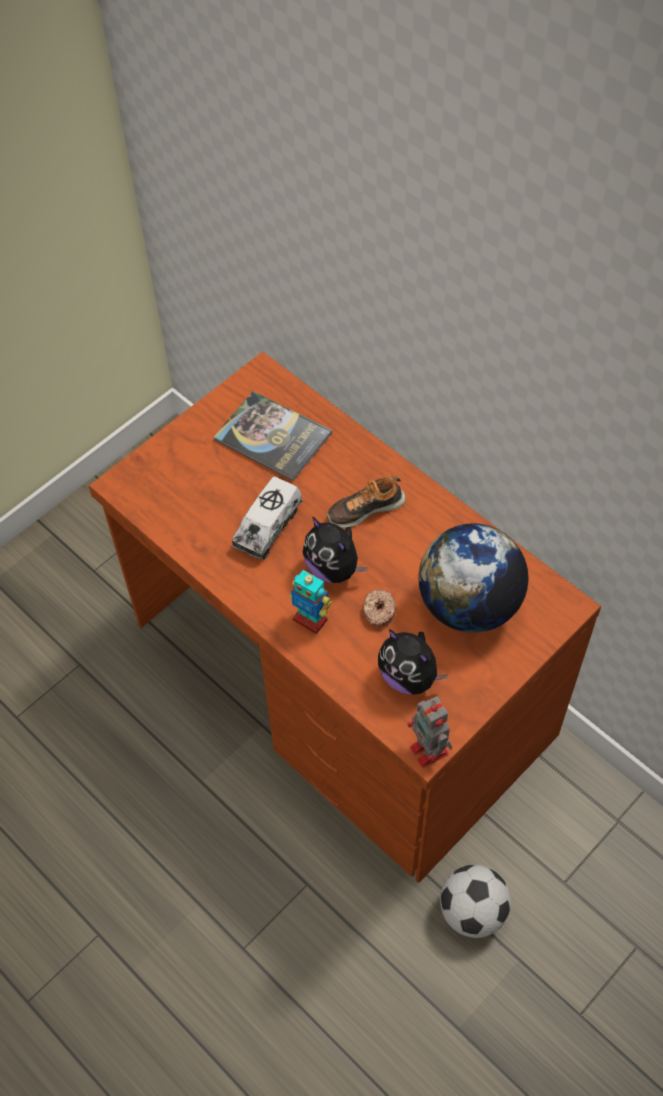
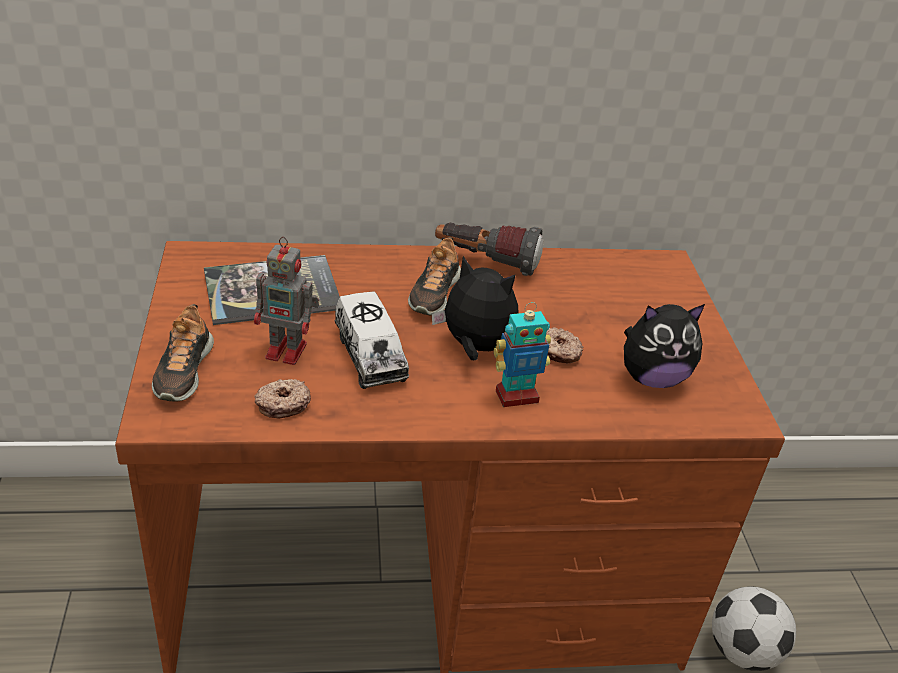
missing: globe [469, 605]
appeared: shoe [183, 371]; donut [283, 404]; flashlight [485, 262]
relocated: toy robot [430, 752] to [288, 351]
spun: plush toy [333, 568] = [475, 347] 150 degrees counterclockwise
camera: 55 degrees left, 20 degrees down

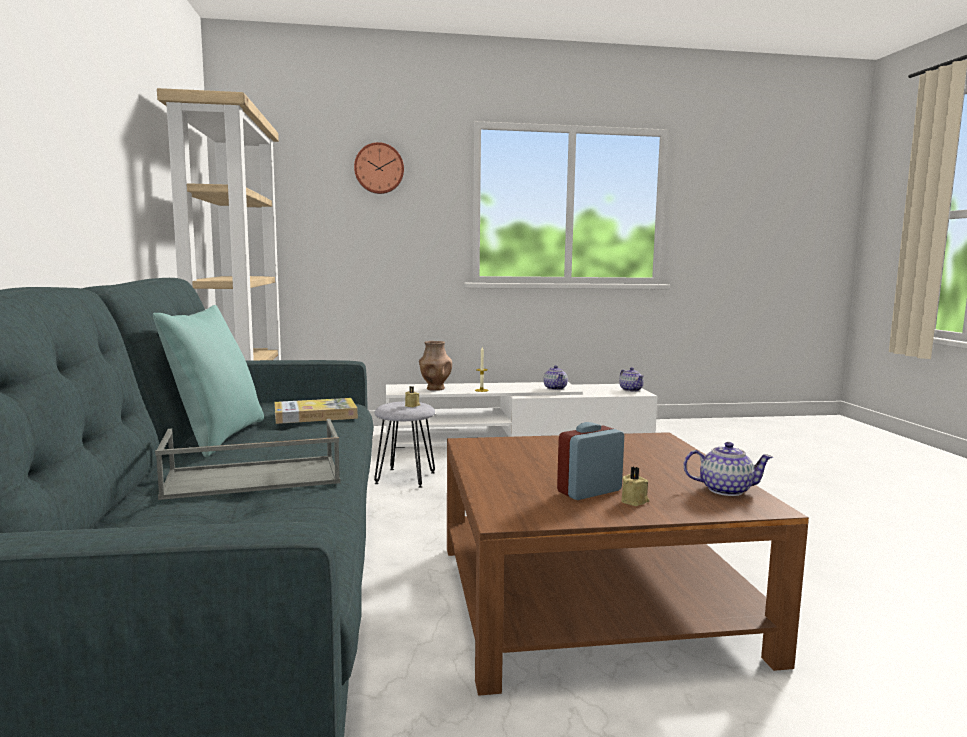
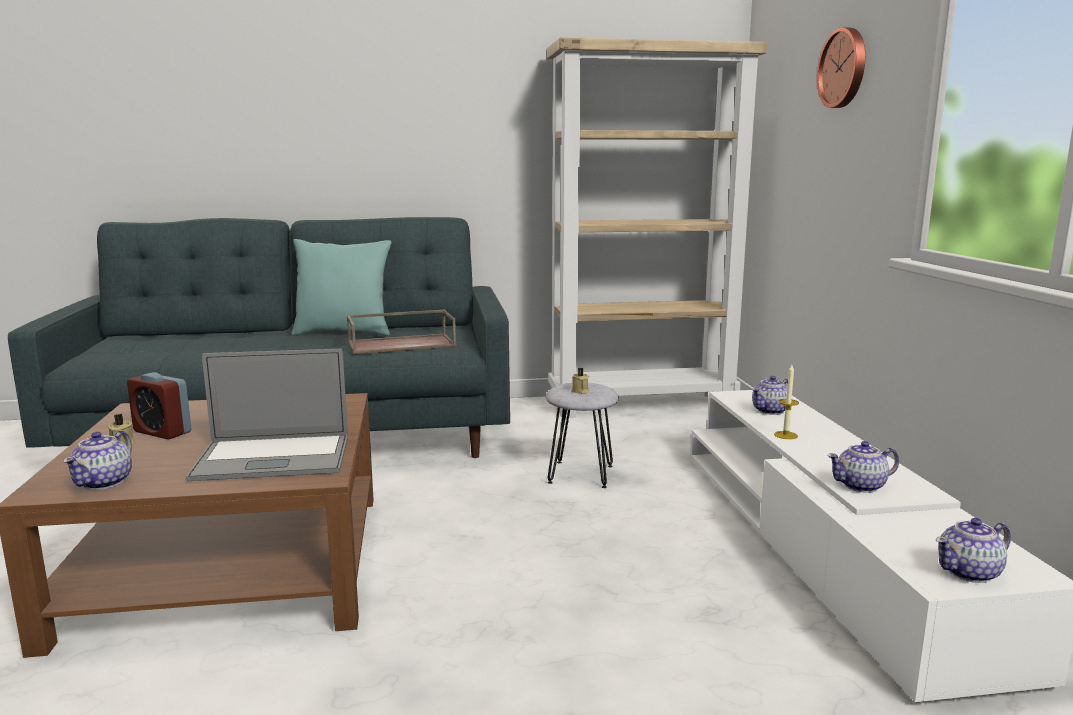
missing: grey tray [251, 478]
appeared: laptop [273, 458]
exchanged: book [315, 415] to brown tray [402, 344]; brown vase [435, 389] to teapot [771, 411]
spun: alarm clock [589, 491] = [162, 432] 150 degrees clockwise
camera: 90 degrees right, 5 degrees up

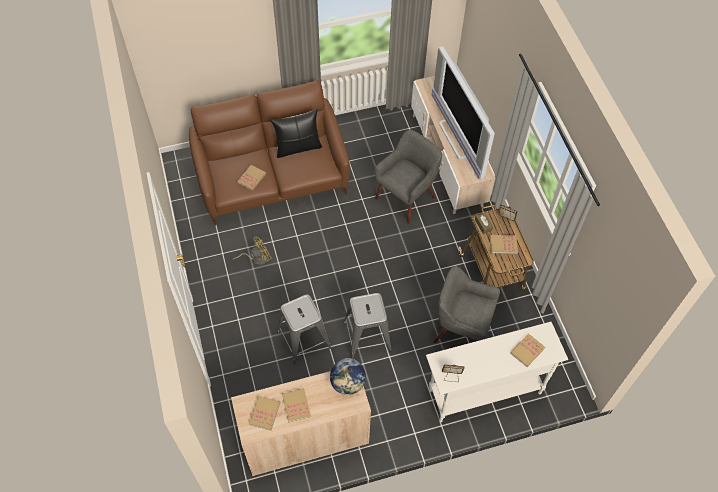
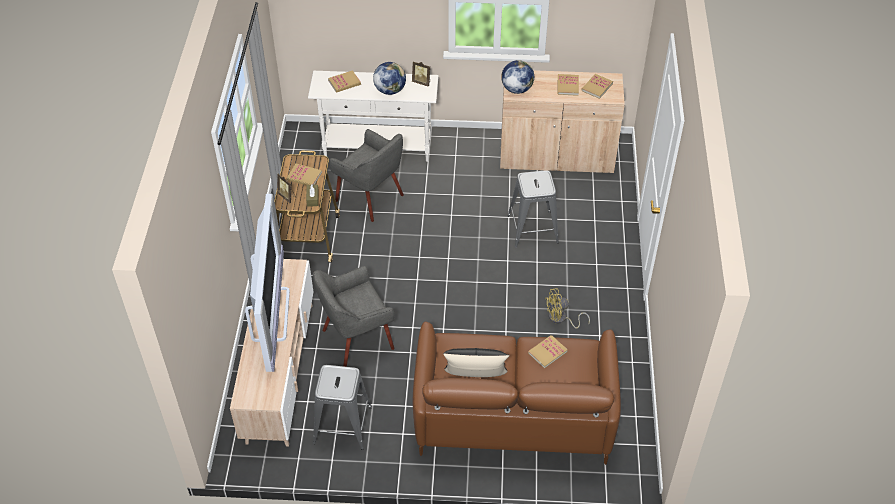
appeared: globe [390, 90]
relocated: grey stool [367, 336] to [342, 424]
camera: 160 degrees left, 10 degrees down

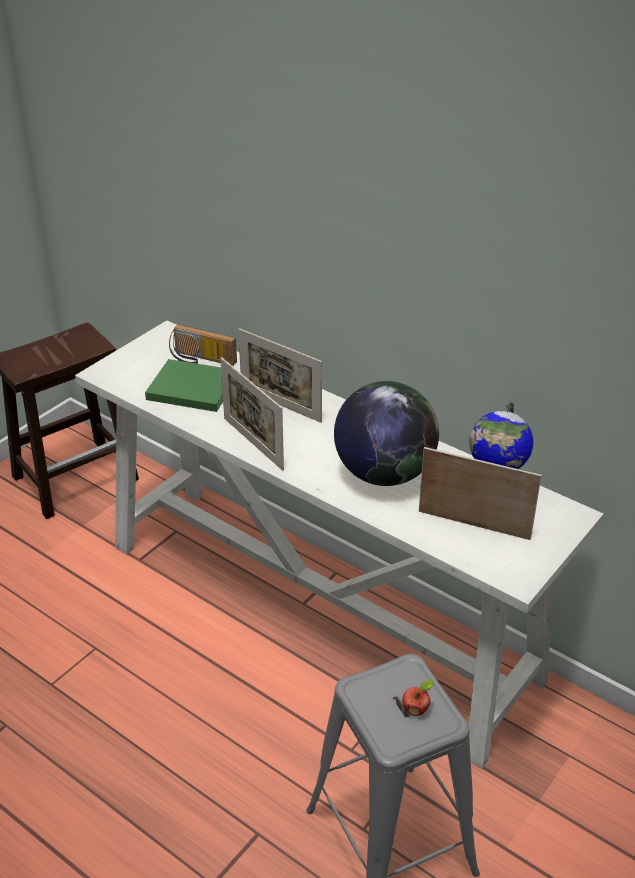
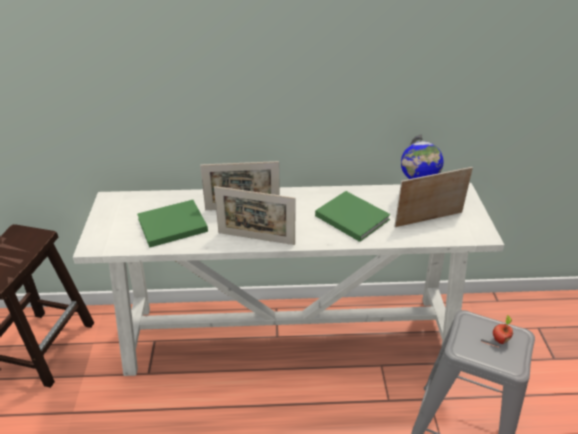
missing: radio [201, 360]
exchanged: globe [384, 473] to green book [350, 217]
camera: 40 degrees left, 0 degrees up

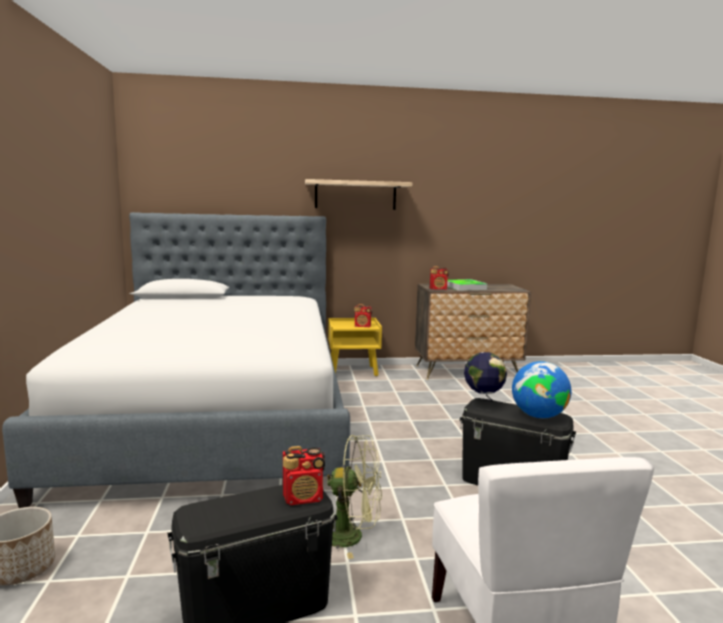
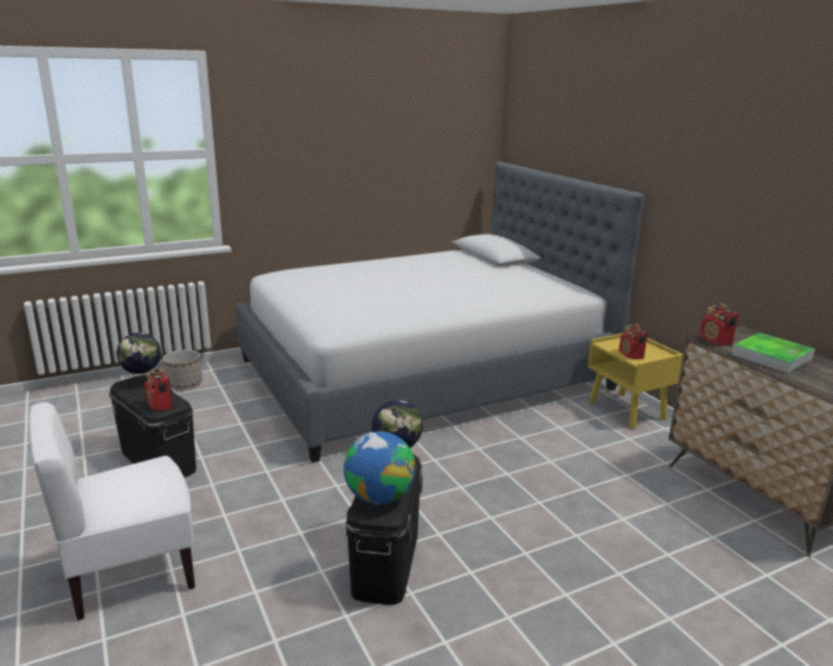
missing: shelf [355, 195]; green fan [352, 536]
appeared: globe [143, 382]
camera: 70 degrees right, 10 degrees up

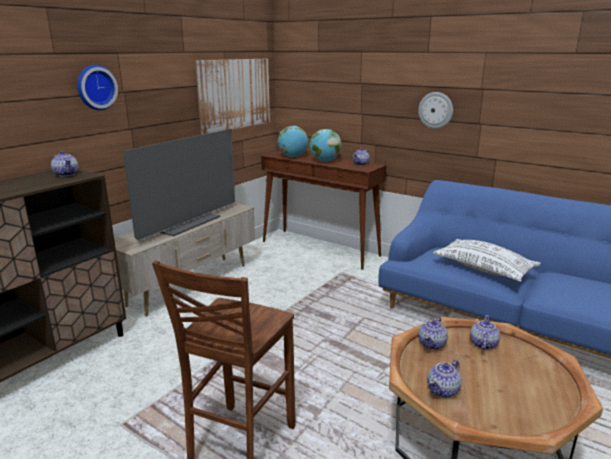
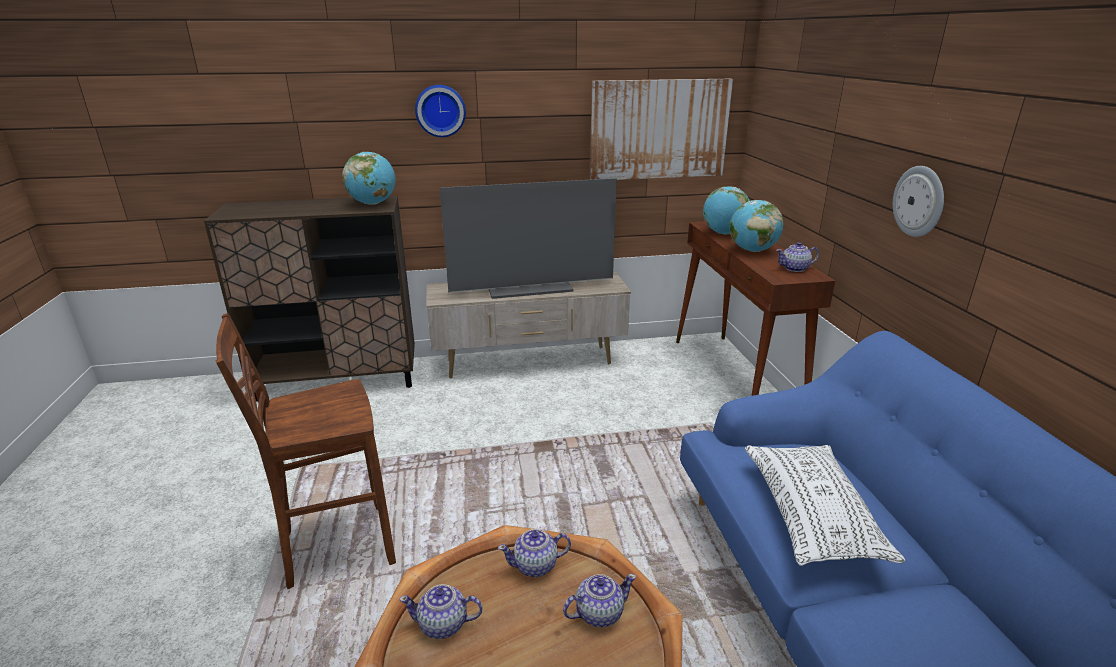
exchanged: teapot [66, 174] to globe [373, 203]
camera: 45 degrees right, 5 degrees up

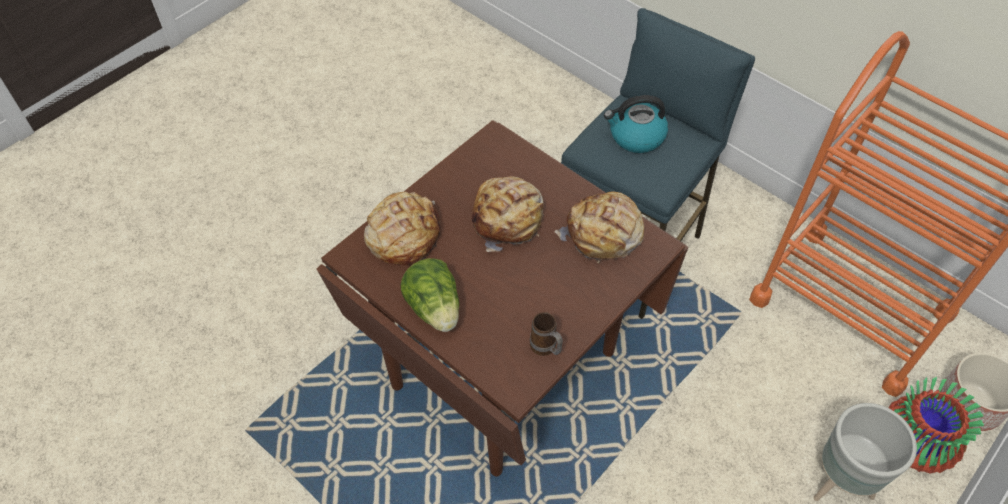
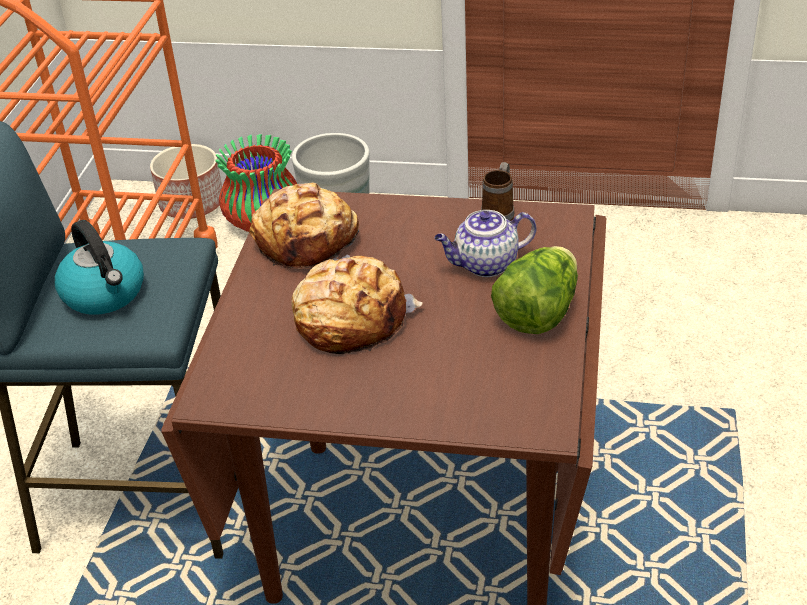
missing: bread [403, 235]
appeared: teapot [485, 265]
camera: 120 degrees left, 15 degrees down

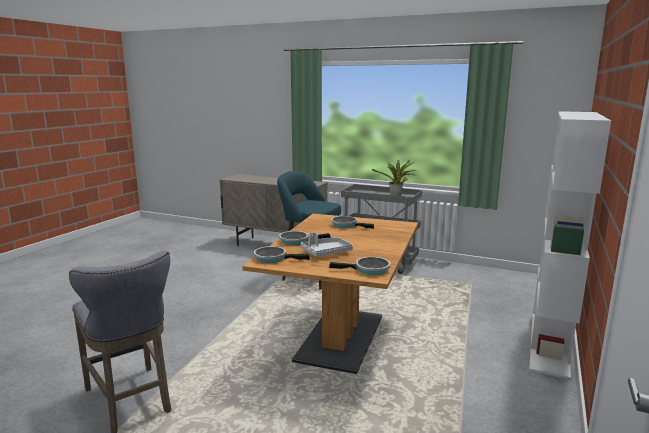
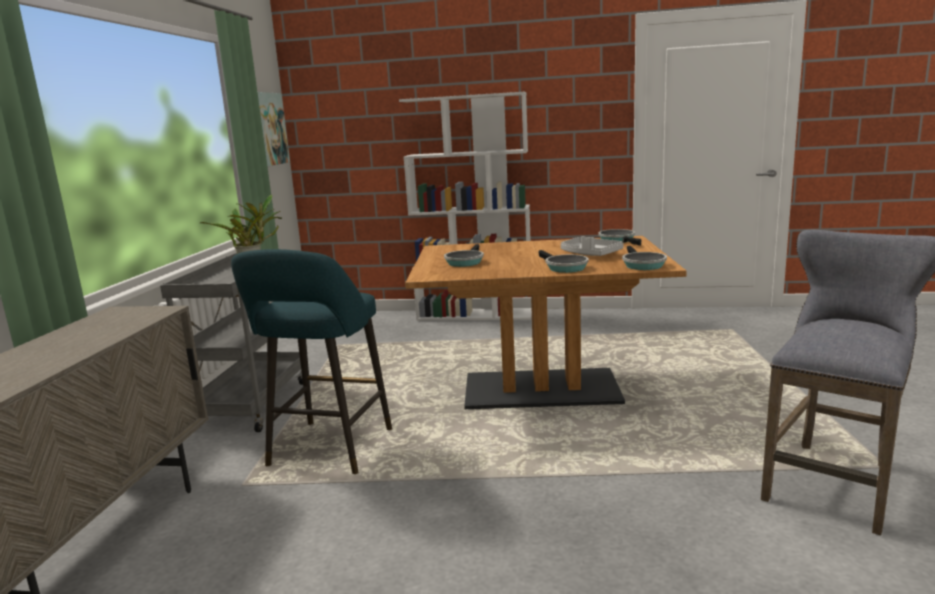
appeared: picture [269, 129]
camera: 105 degrees left, 0 degrees up

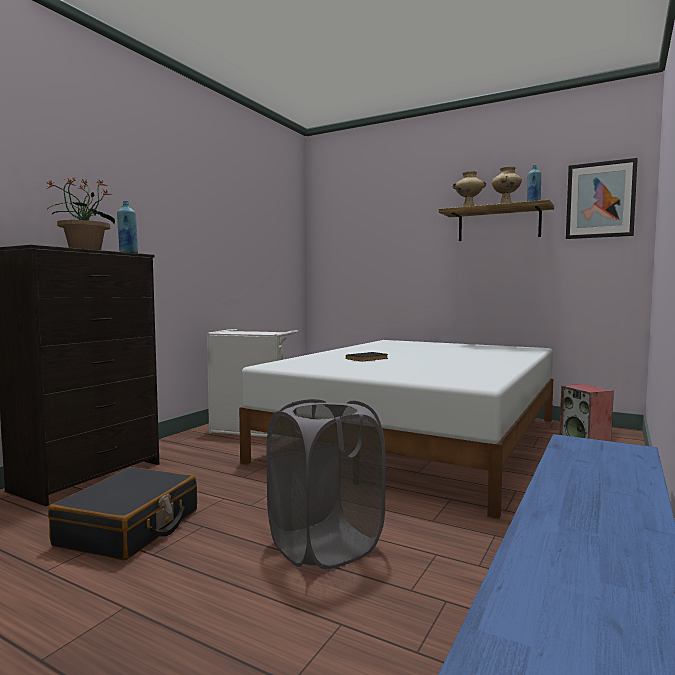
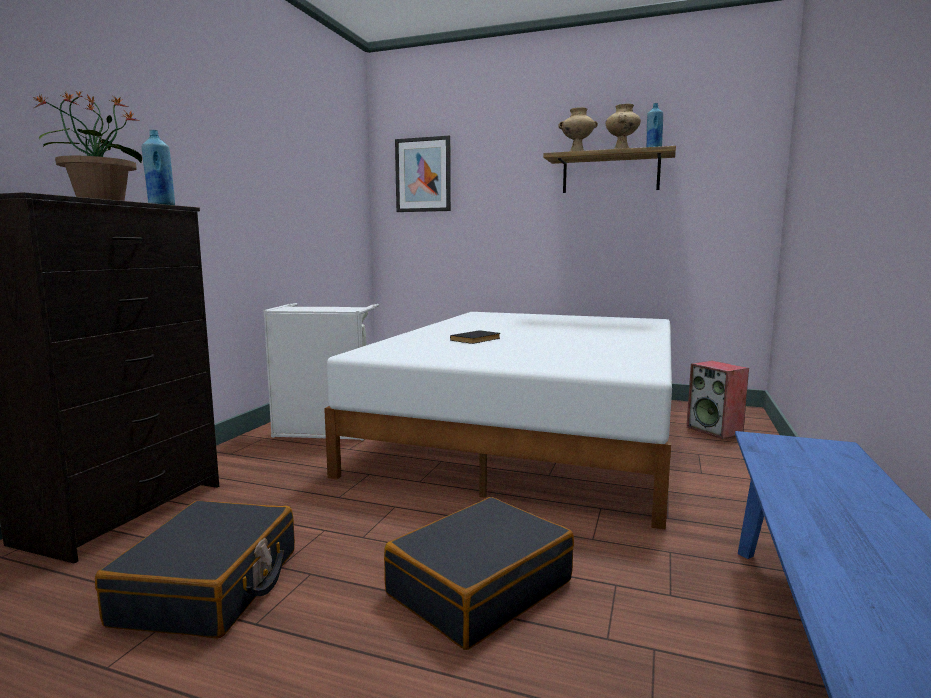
relocated: picture [600, 200] to [423, 175]
exchanged: grey laundry basket [325, 546] to black suitcase [479, 587]
camera: 10 degrees left, 5 degrees up

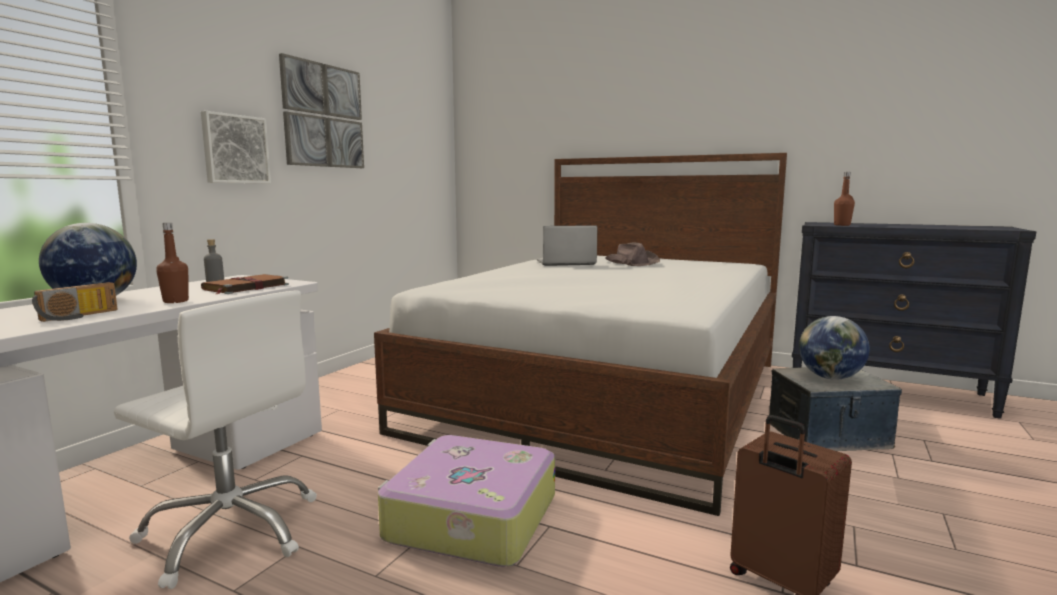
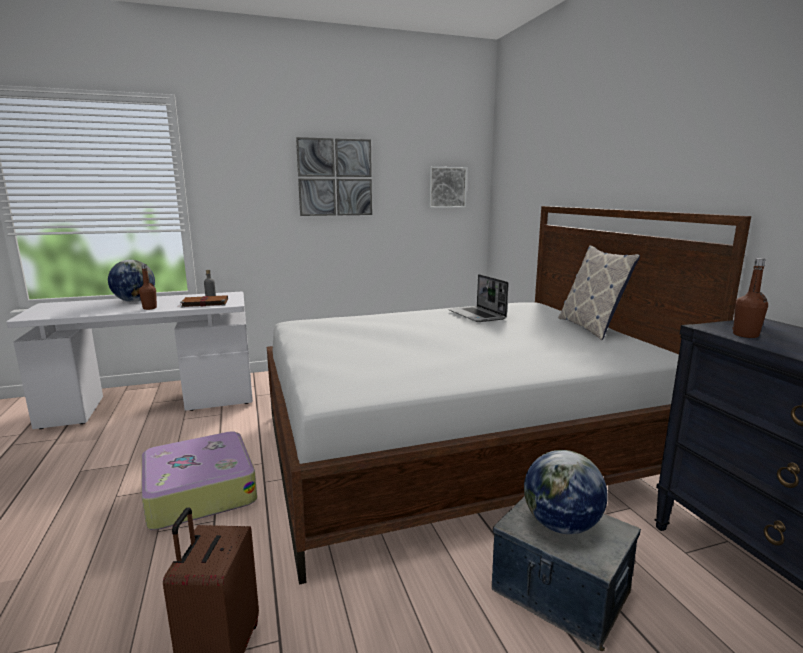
missing: radio [80, 316]; white office chair [231, 531]; brown hat [632, 263]
appeared: pillow [590, 328]
relocated: picture [235, 149] to [446, 187]
spun: laptop [565, 263] = [477, 315] 150 degrees counterclockwise
camera: 45 degrees right, 5 degrees up

